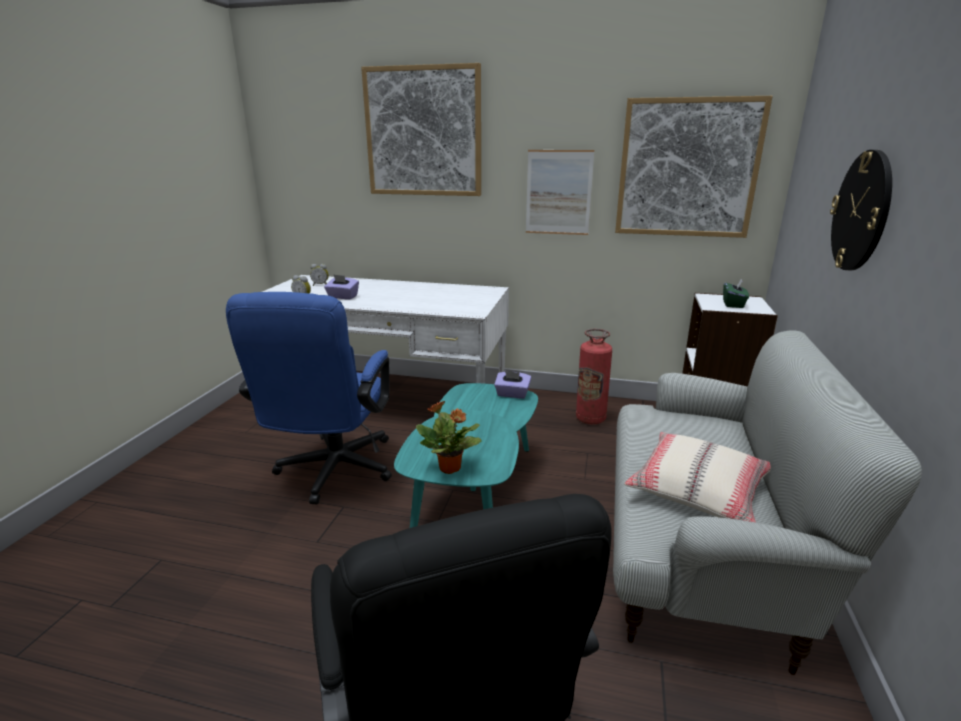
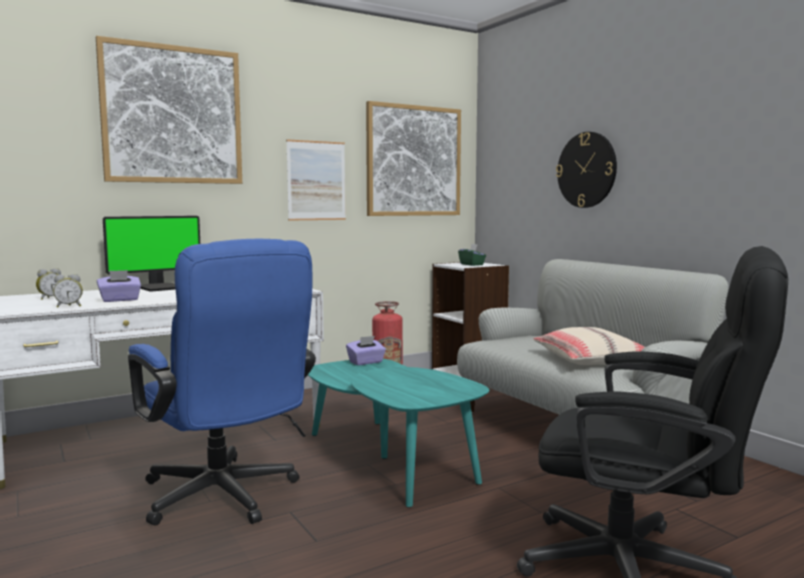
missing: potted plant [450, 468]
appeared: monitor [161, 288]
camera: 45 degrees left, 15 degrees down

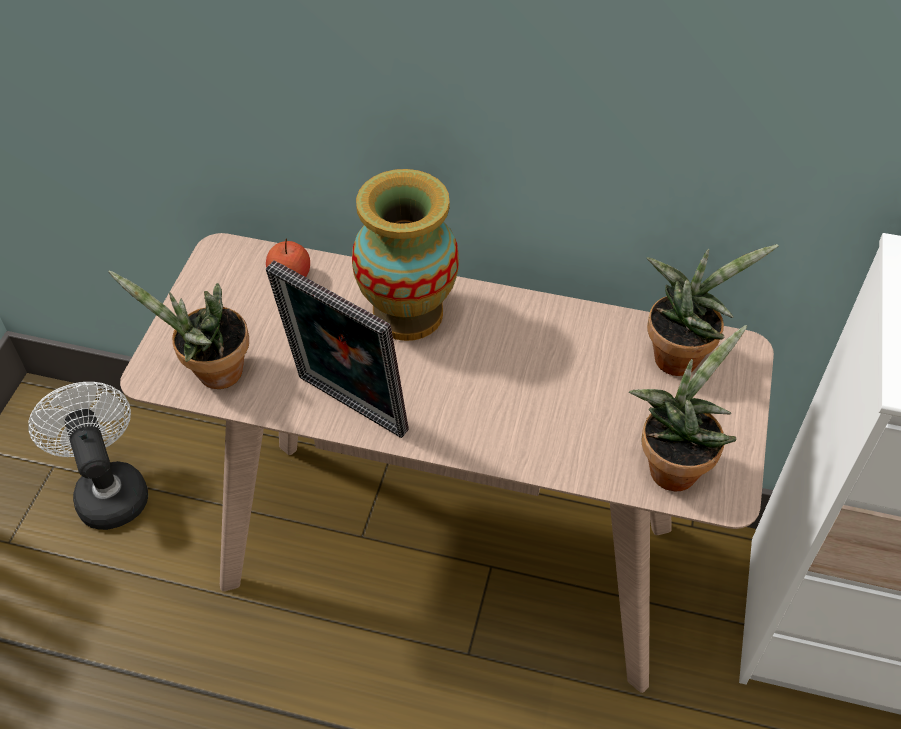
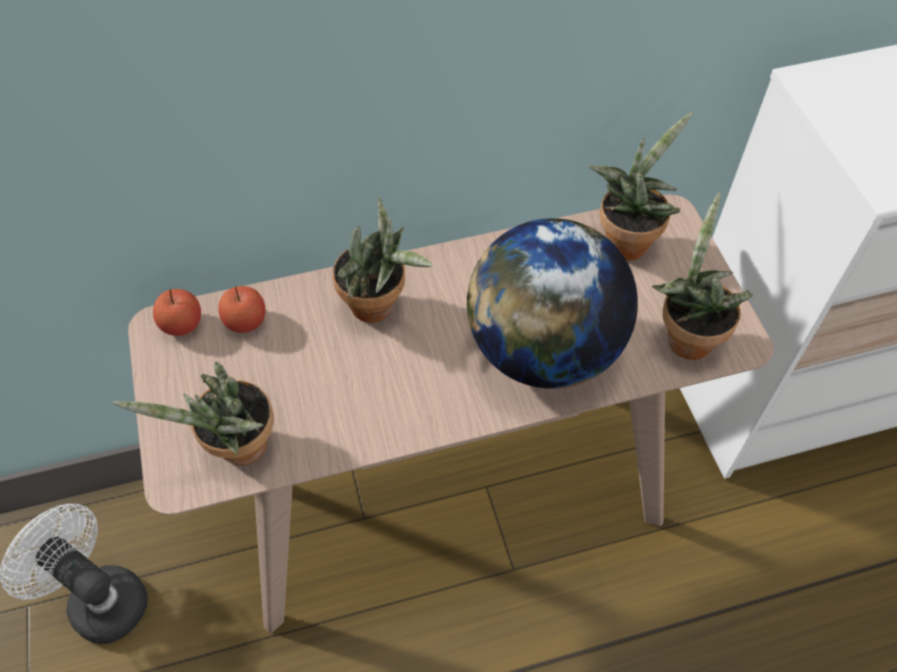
missing: picture frame [347, 409]
appeared: apple [182, 324]; globe [543, 350]
exchanged: vase [407, 314] to potted plant [379, 307]
camera: 30 degrees left, 5 degrees up

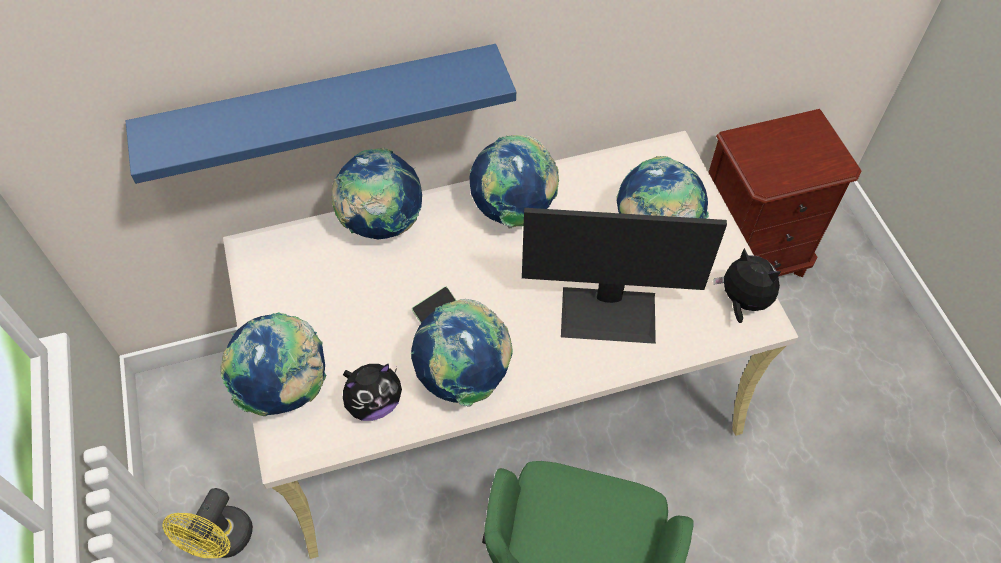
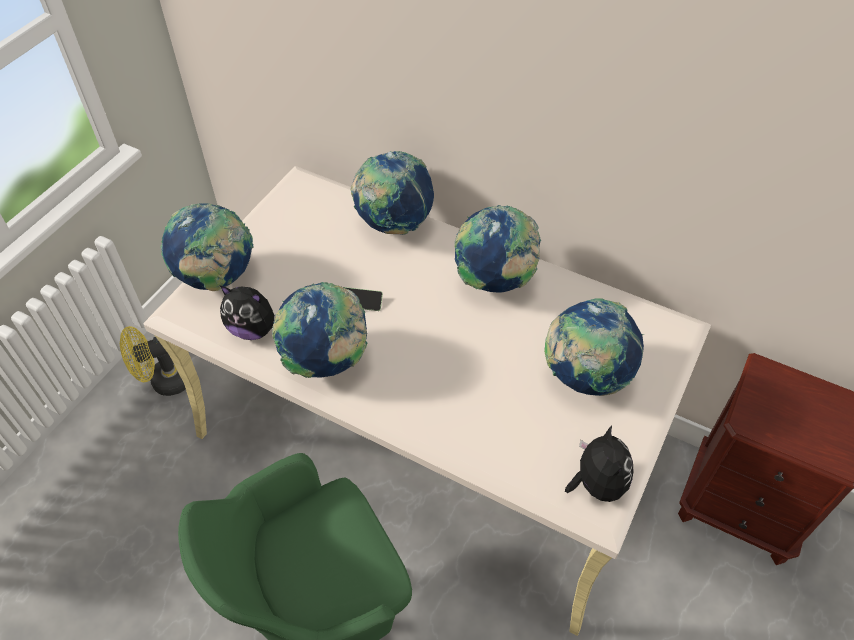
missing: blue shelf [323, 109]; monitor [609, 313]
camera: 45 degrees right, 5 degrees down

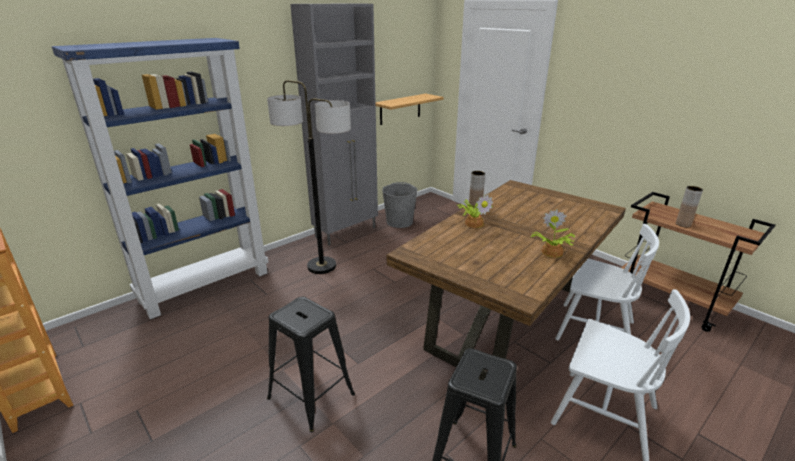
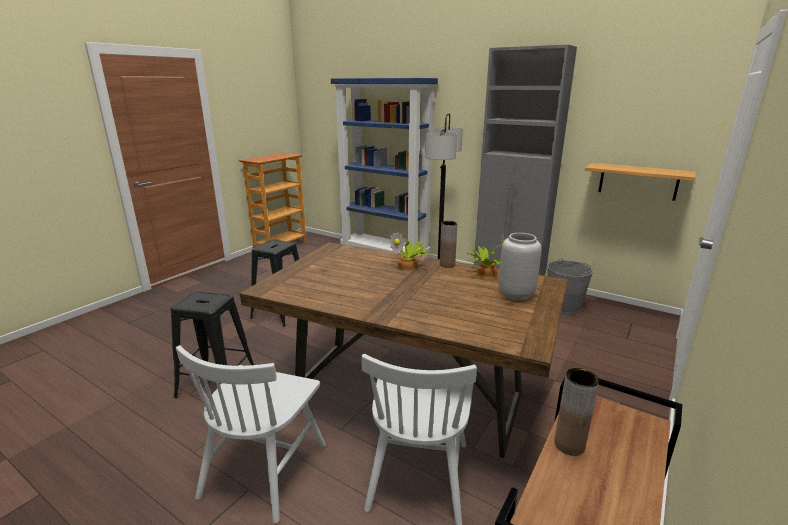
appeared: grey vase [515, 295]
relocated: potted plant [551, 252] to [485, 272]
camera: 75 degrees right, 5 degrees down

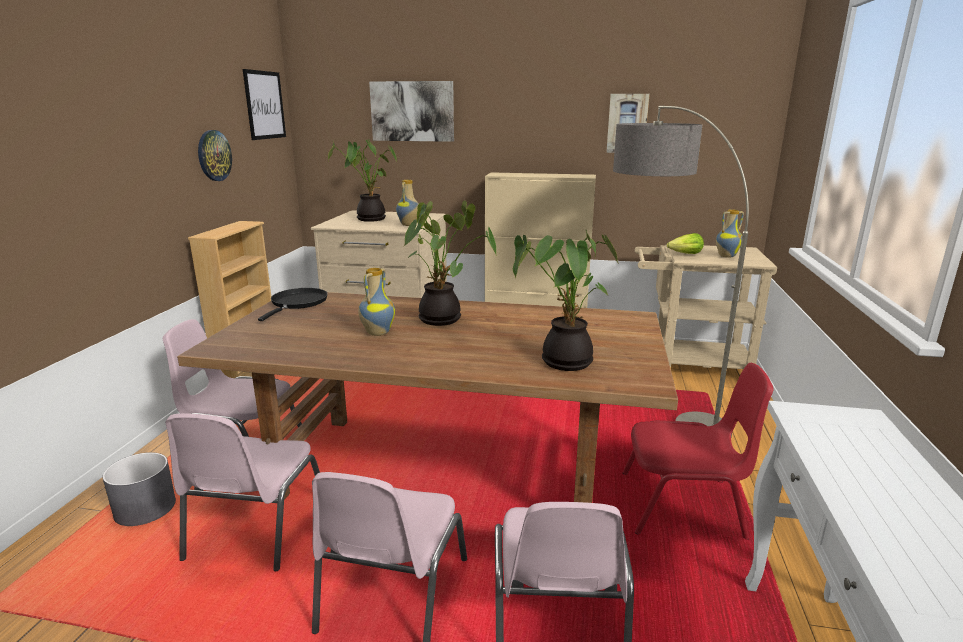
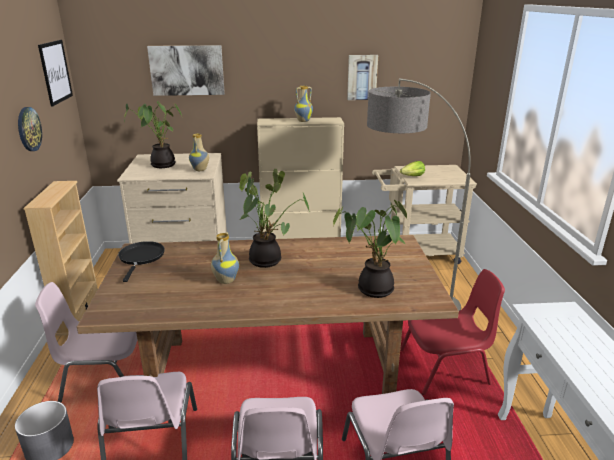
relocated: vase [726, 256] to [303, 121]
camera: 15 degrees left, 5 degrees up

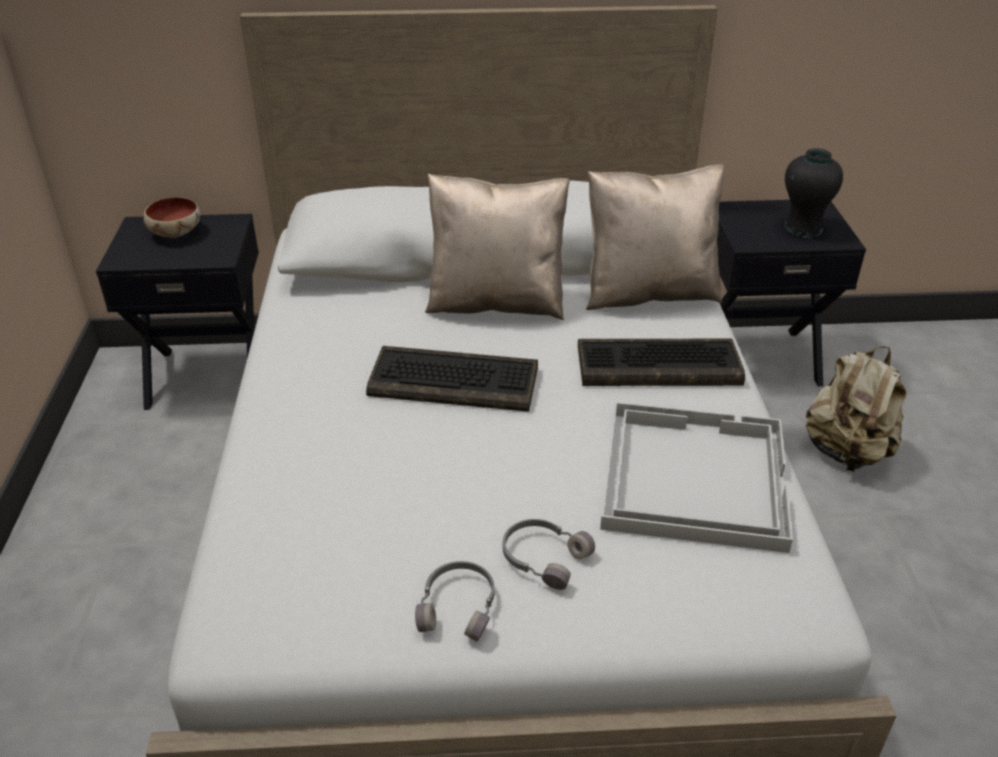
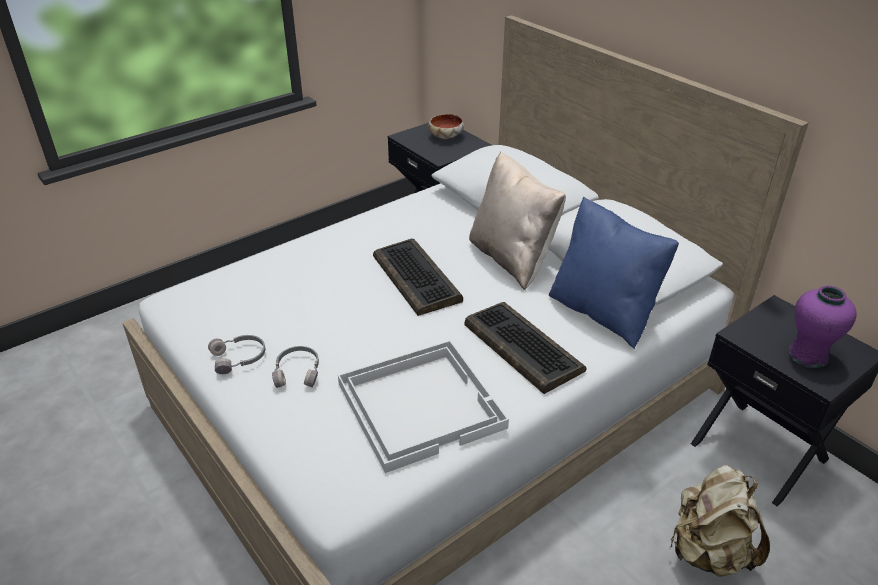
colour: beige pillow [648, 293] to blue pillow [603, 312]; black vase [802, 229] to purple vase [807, 355]
camera: 55 degrees right, 0 degrees up

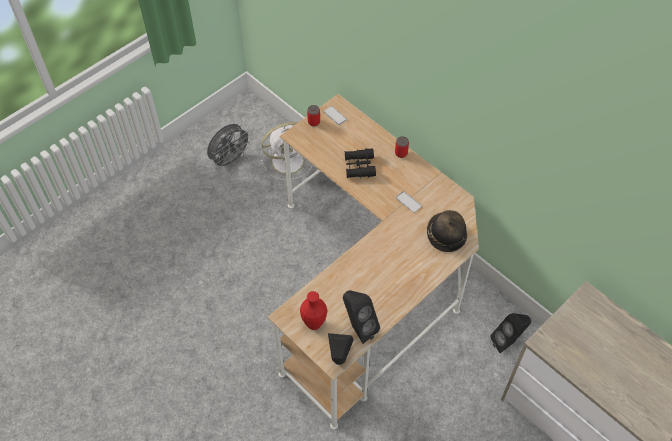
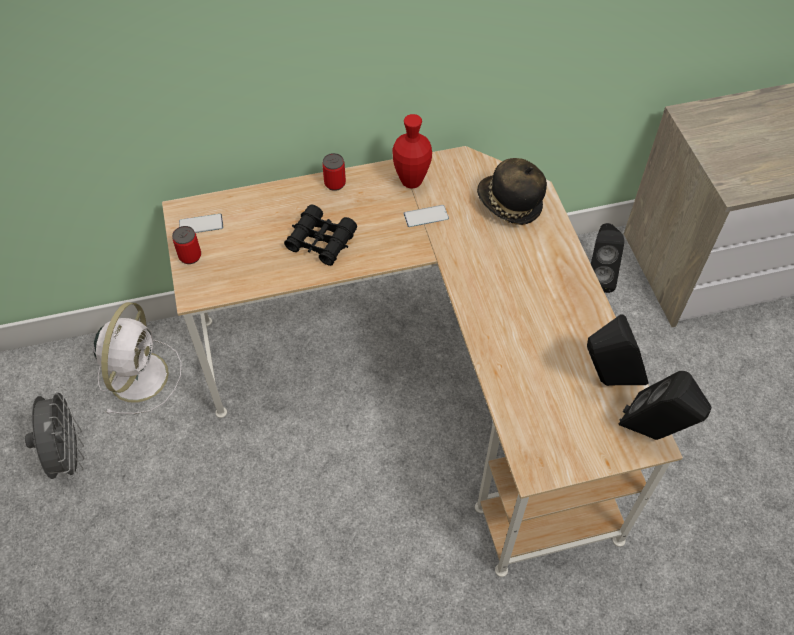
relocated: red vase [314, 324] to [411, 181]
camera: 60 degrees left, 0 degrees up

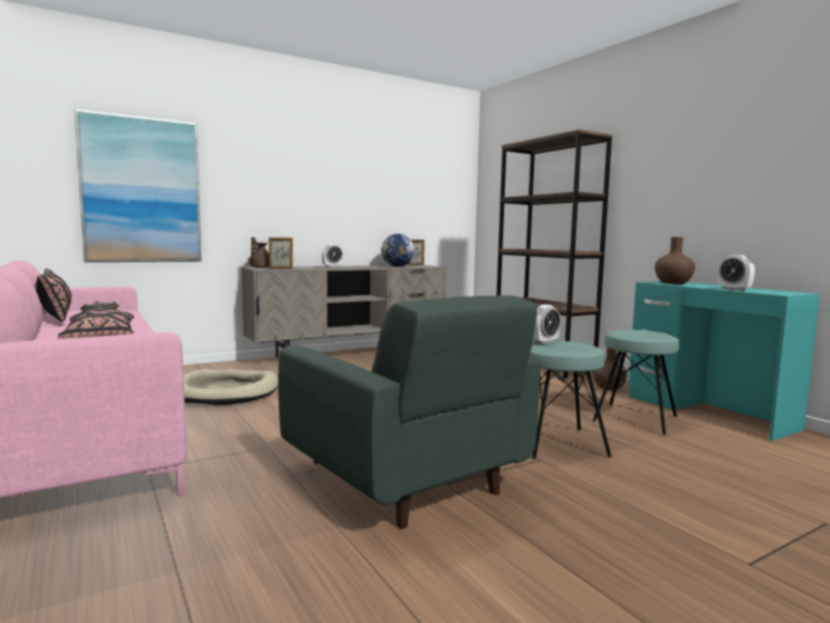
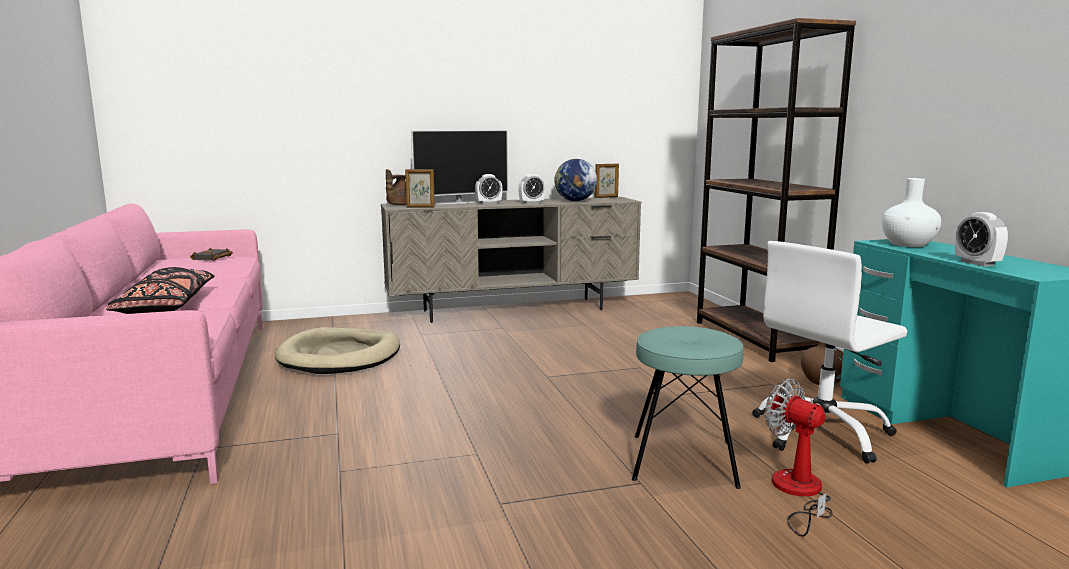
missing: black pillow [56, 316]; picture [141, 190]; green armchair [405, 479]
appeared: television [460, 203]; fan [798, 493]
relocated: alarm clock [544, 342] to [531, 203]
exchanged: turquoise stool [635, 418] to white office chair [822, 433]
colour: brown vase [673, 283] to white vase [908, 245]
camera: 15 degrees right, 5 degrees up

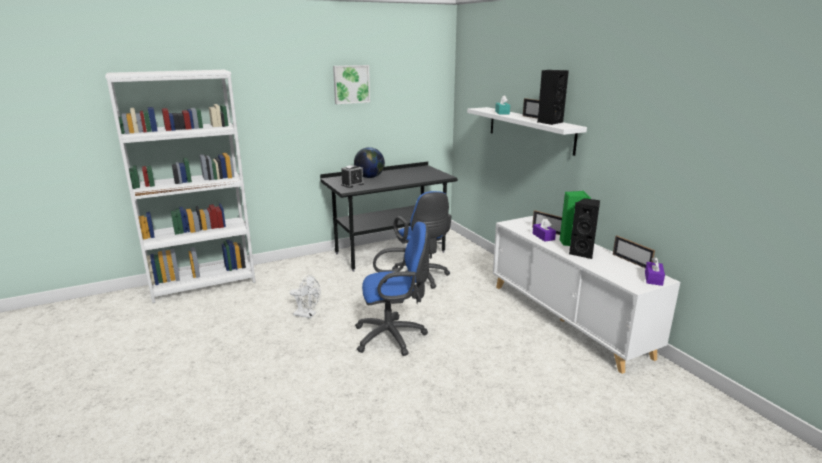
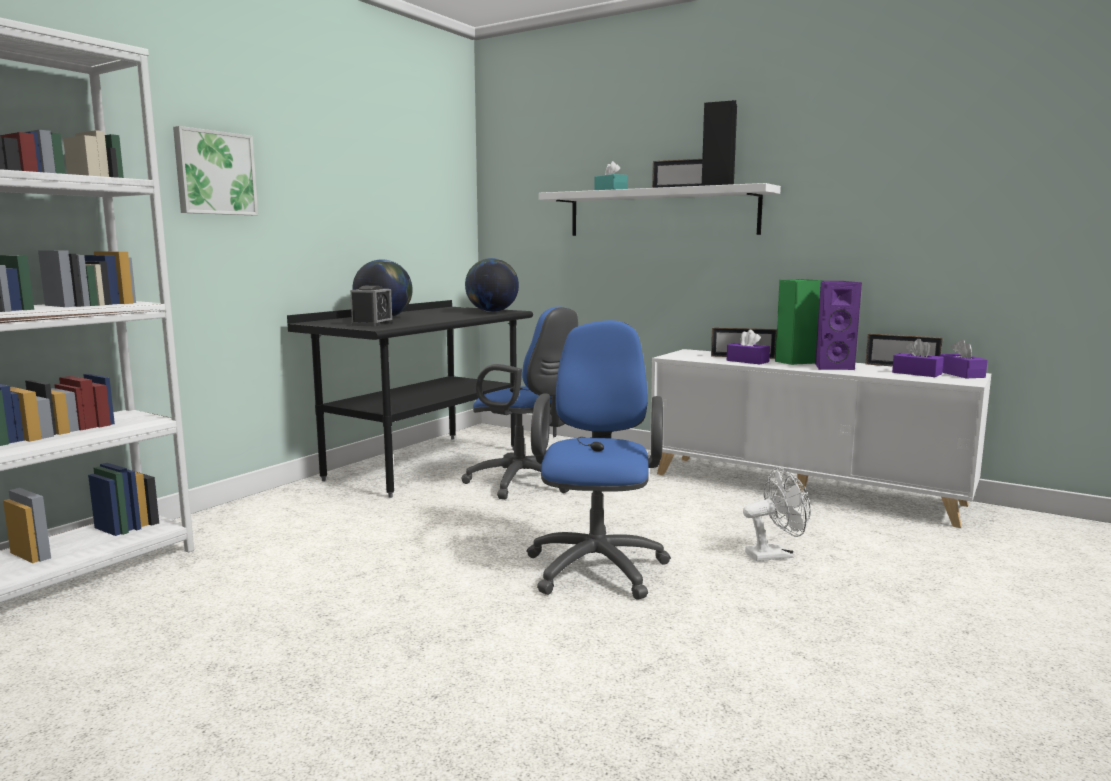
appeared: globe [492, 311]; purple tissue box [916, 373]
relocated: picture [351, 84] to [214, 173]; white fan [308, 314] to [775, 554]
colour: black speaker [583, 253] to purple speaker [832, 367]
spun: blue office chair [393, 336] = [597, 565] 45 degrees counterclockwise
camera: 30 degrees left, 10 degrees down

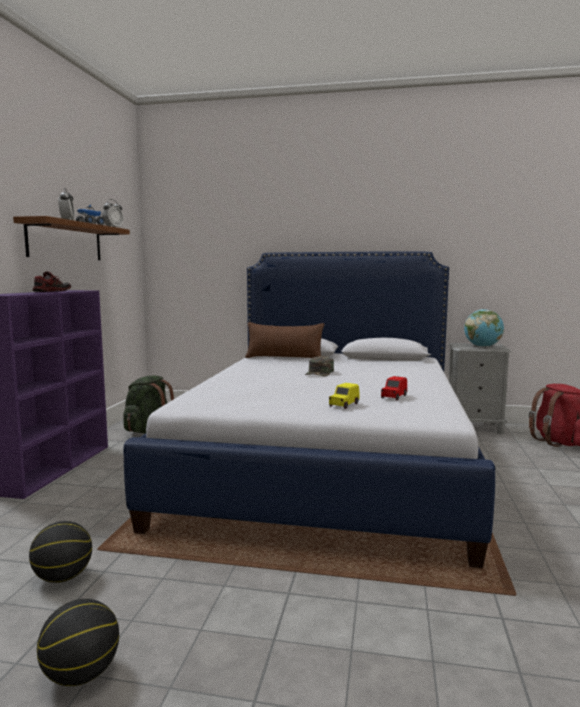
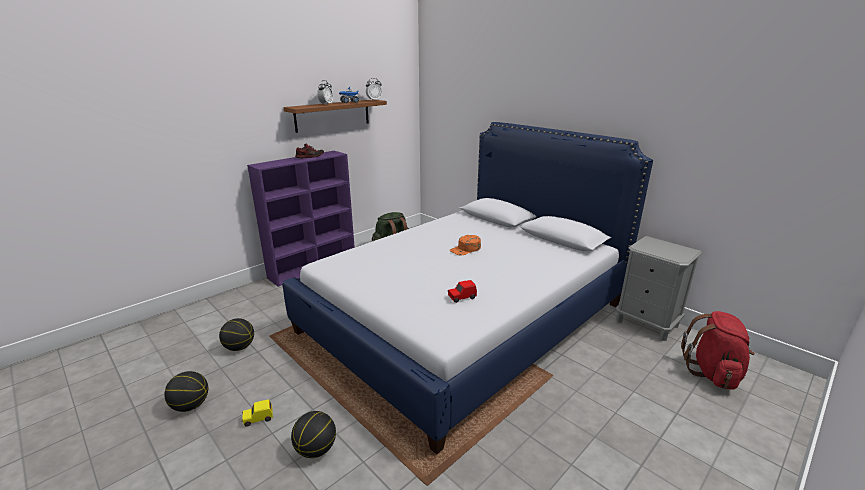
missing: brown pillow [284, 358]; globe [482, 346]
appeared: basketball [315, 449]
relocated: yellow toy car [344, 405] to [258, 418]
colour: green cap [320, 372] to orange cap [465, 249]
camera: 35 degrees right, 15 degrees up

